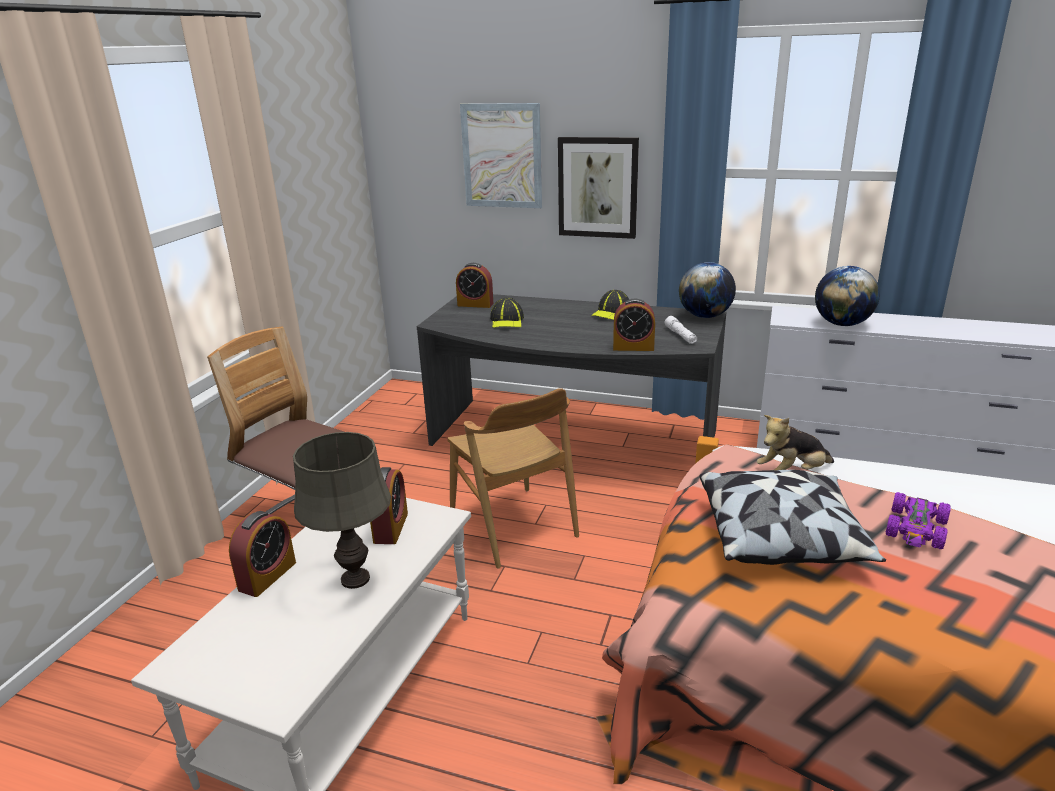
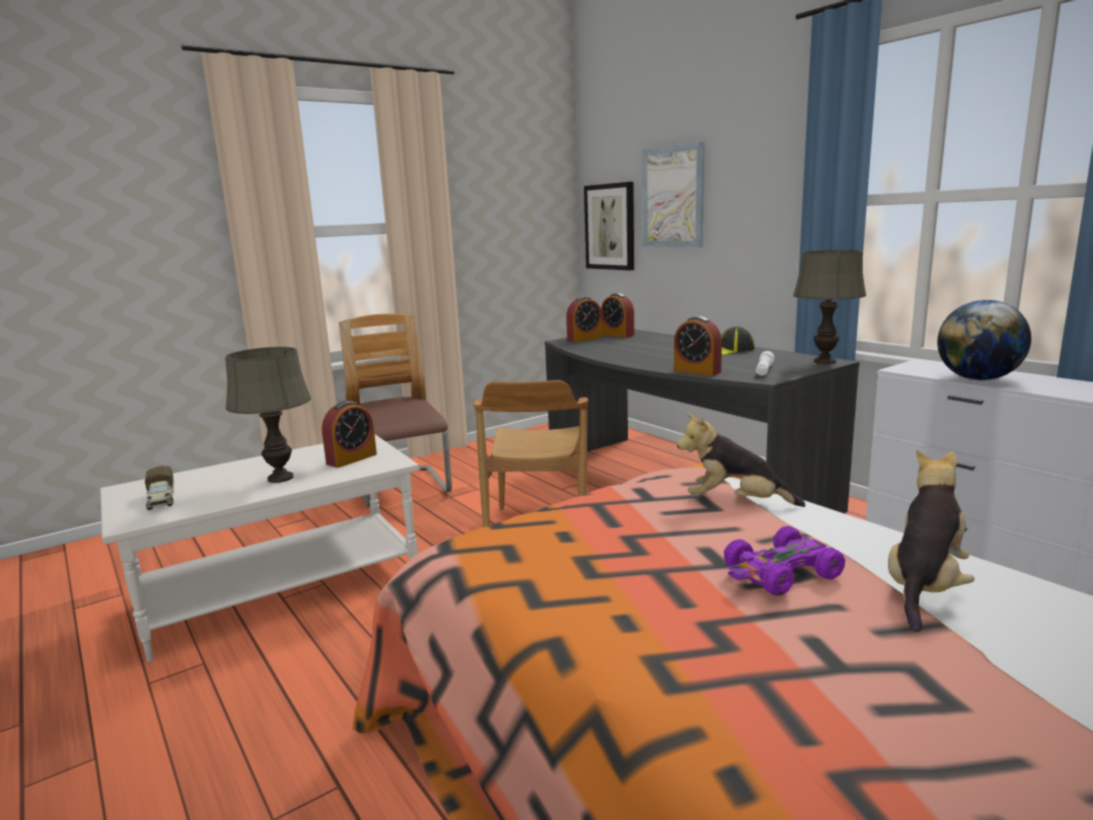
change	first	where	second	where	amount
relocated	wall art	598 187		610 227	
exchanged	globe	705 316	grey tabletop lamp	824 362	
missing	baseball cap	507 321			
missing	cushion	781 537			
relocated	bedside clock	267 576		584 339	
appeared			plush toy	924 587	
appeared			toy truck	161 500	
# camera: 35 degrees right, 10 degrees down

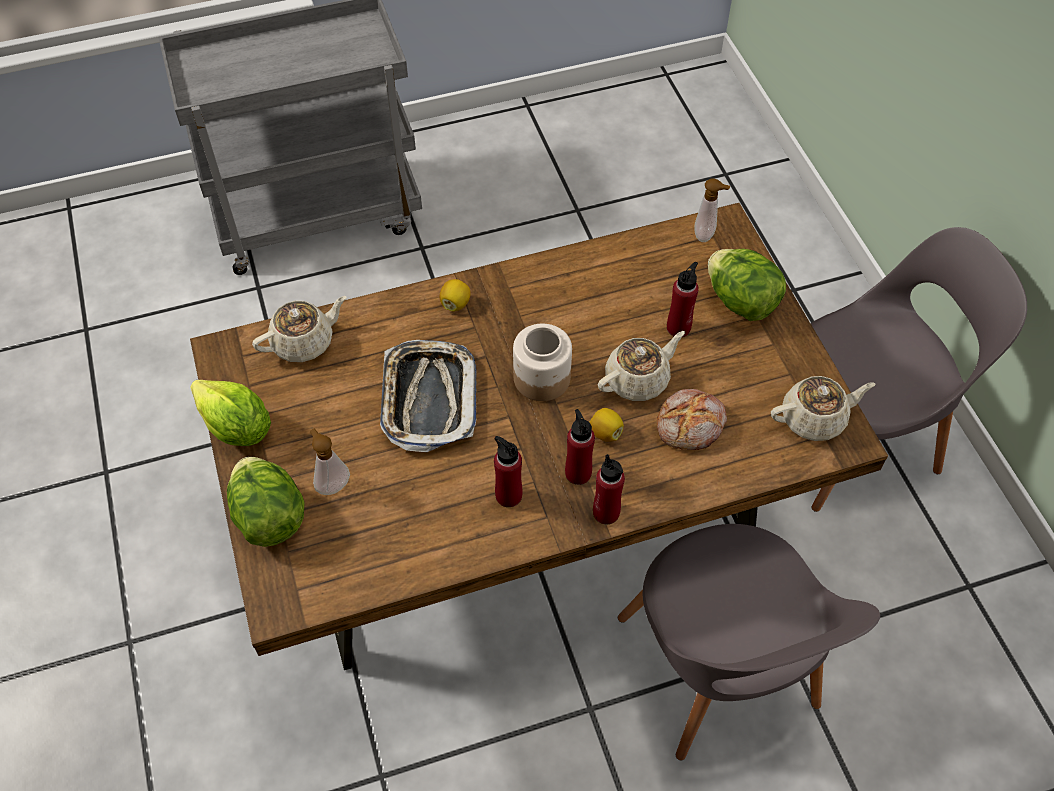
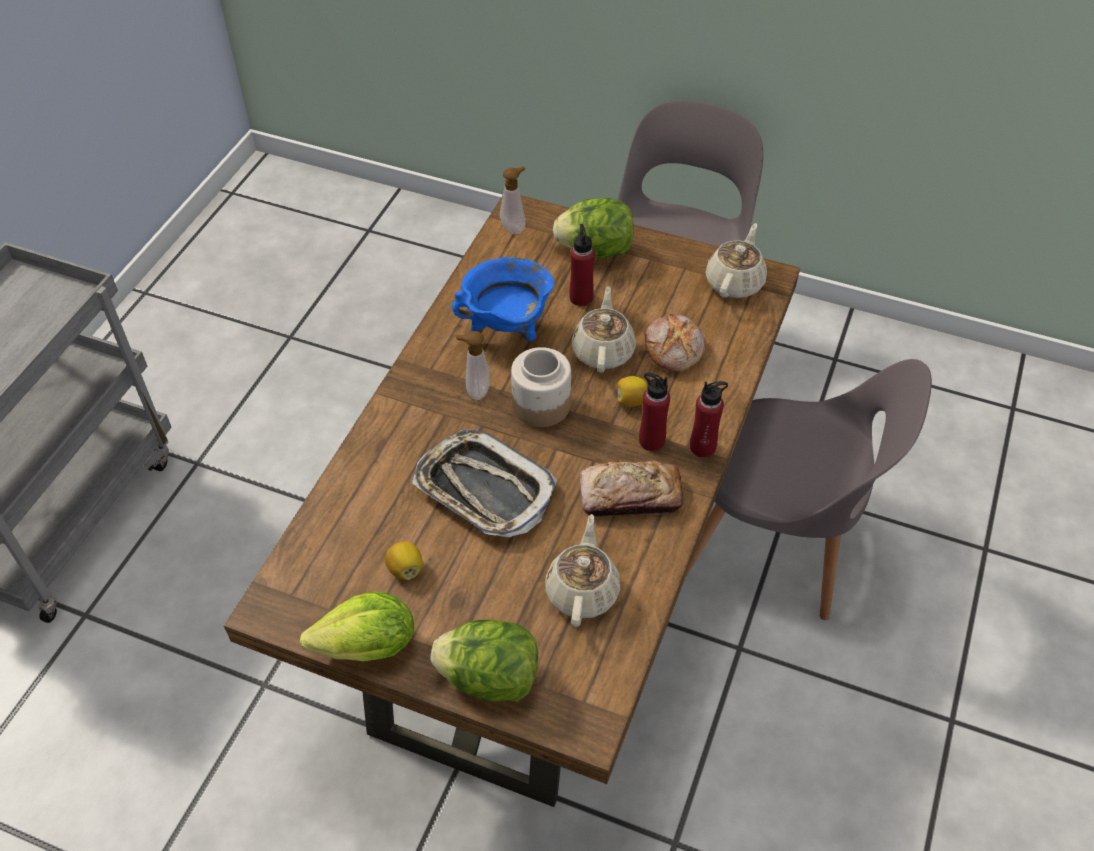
change	first	where	second	where	amount
relocated	citrus fruit	455 303		405 569	
relocated	sand-coloured pot for tea	304 342		582 590	
relocated	soap bottle	332 484		475 391	
exchanged	reddish drink bottle	508 495	bread	630 496	
appeared			blue-coloured stockpot	507 332	
# camera: 50 degrees left, 5 degrees down

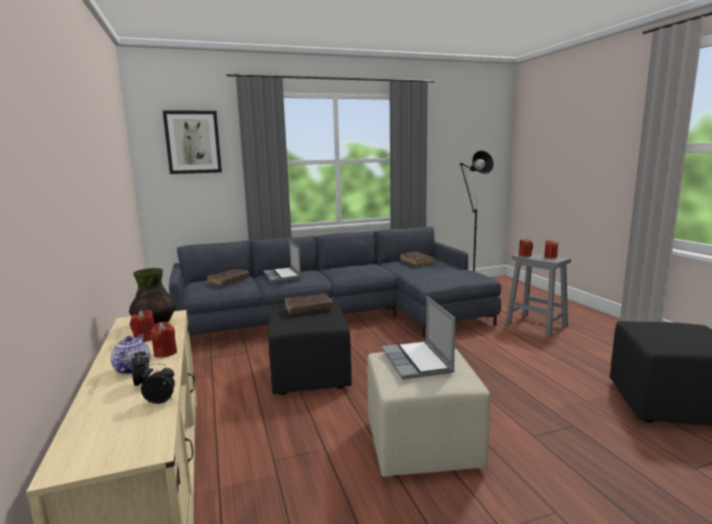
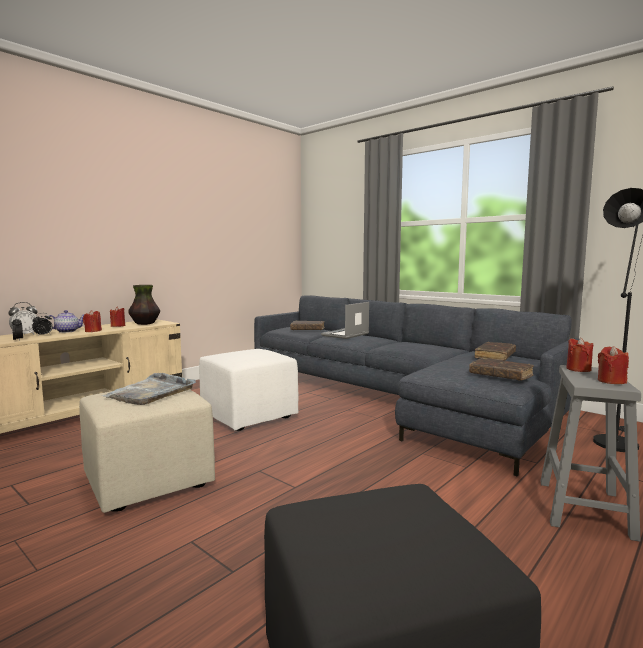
change	first	where	second	where	amount
missing	wall art	193 142			
relocated	brown book	308 309		500 375	
exchanged	laptop	417 361	grey tray	151 392	
colour	black footrest	309 376	white-coloured footrest	249 416	
appeared			bedside clock	25 335	
# camera: 60 degrees right, 5 degrees down

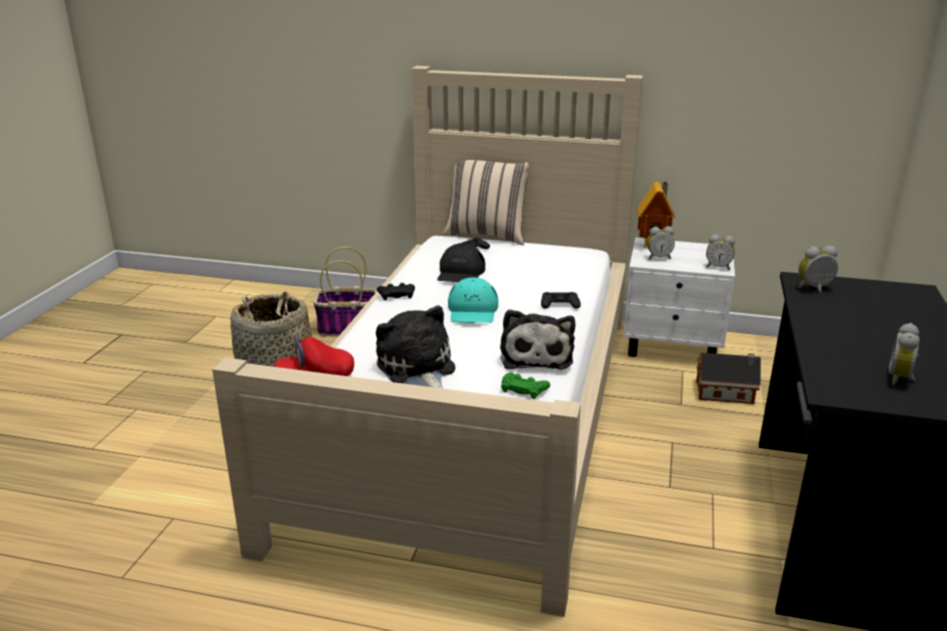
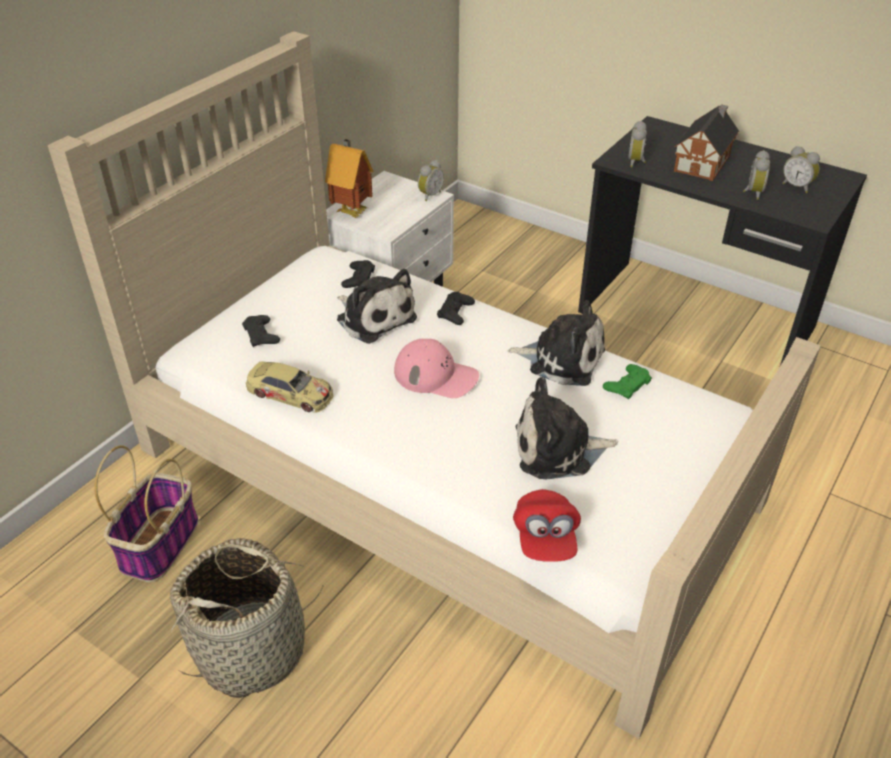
change	first	where	second	where	amount
missing	sand-coloured cushion	487 235			
relocated	bedside clock	658 258		752 193	
missing	black baseball cap	460 273			
colour	turquoise baseball cap	472 310	pink baseball cap	436 376	
relocated	black joypad	396 294		358 278	
relocated	model house	727 393		703 162	
appeared			plush toy	374 317	
appeared			model car	290 393	
# camera: 70 degrees left, 15 degrees up

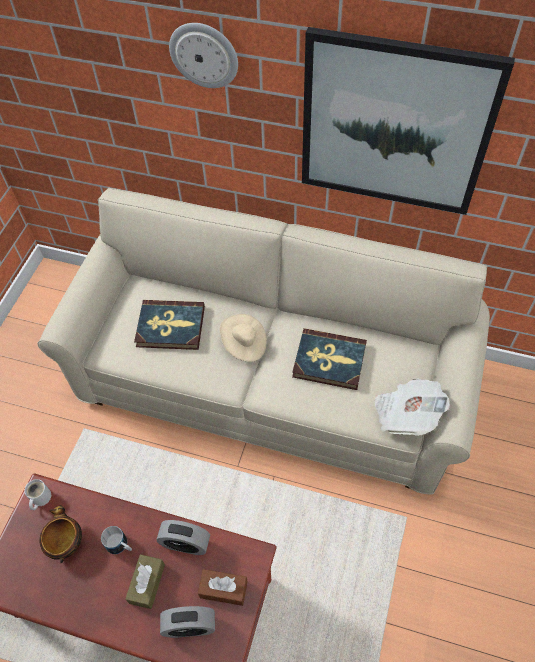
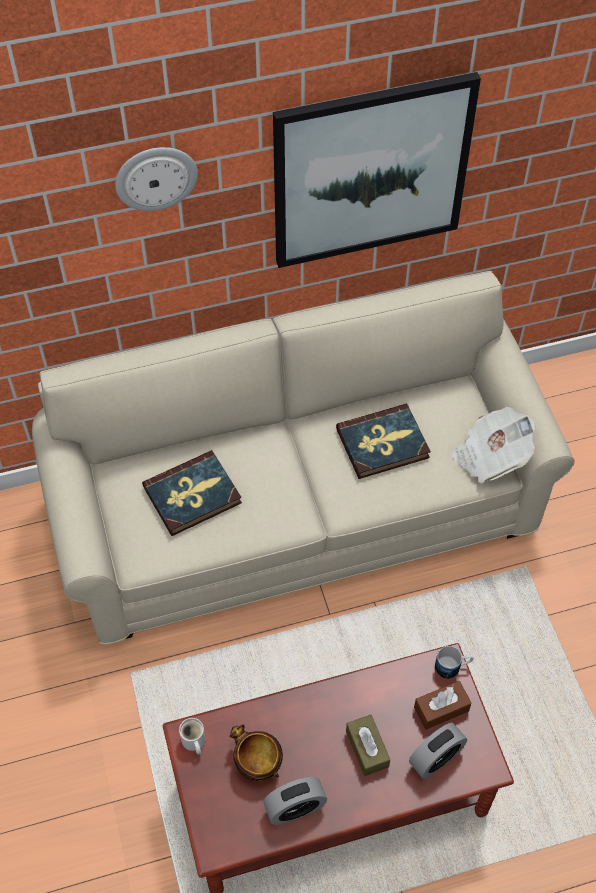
change	first	where	second	where	amount
missing	sand-coloured clothing hat	244 344			
relocated	bedside clock	185 543		295 808	
relocated	coffee mug	121 546		452 667	
# camera: 35 degrees left, 0 degrees up

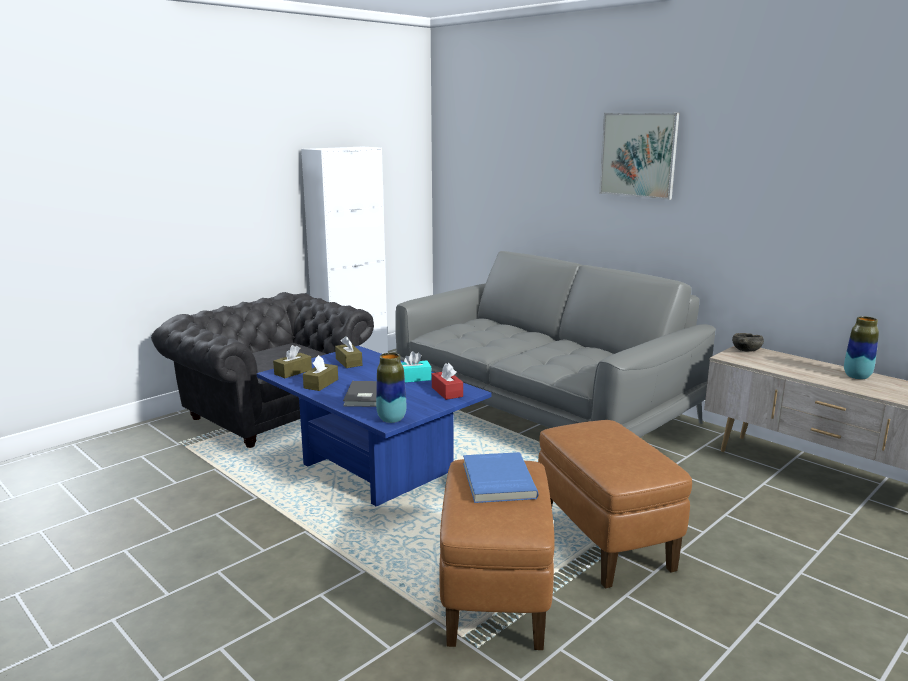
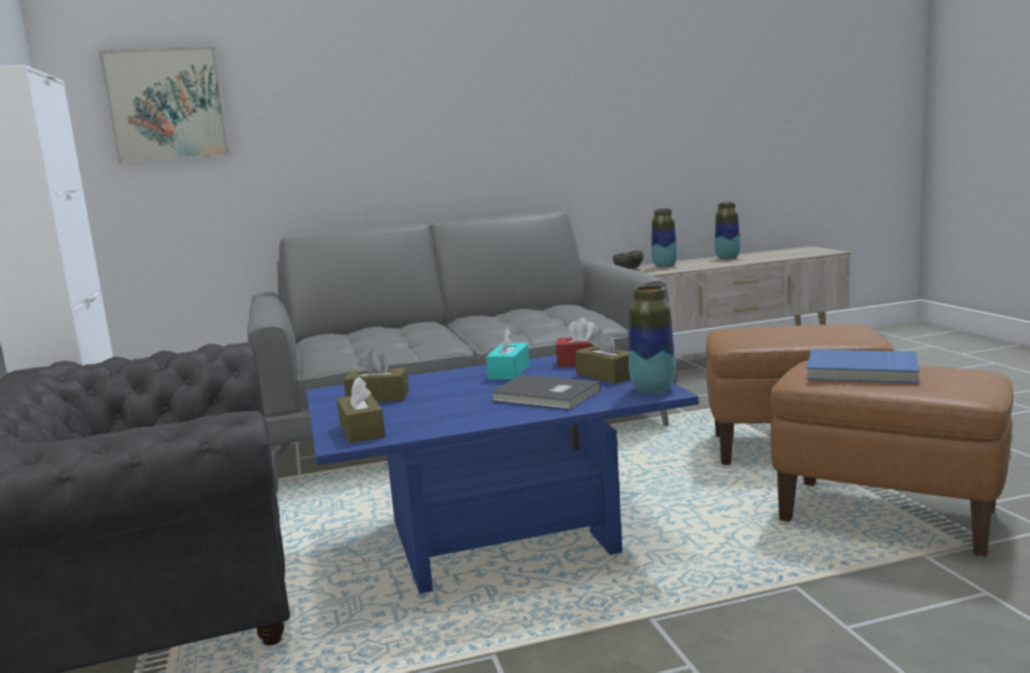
change	first	where	second	where	amount
relocated	wall art	638 155		166 105	
relocated	brown tissue box	321 384		605 375	
appeared			vase	664 266	
# camera: 60 degrees left, 5 degrees down

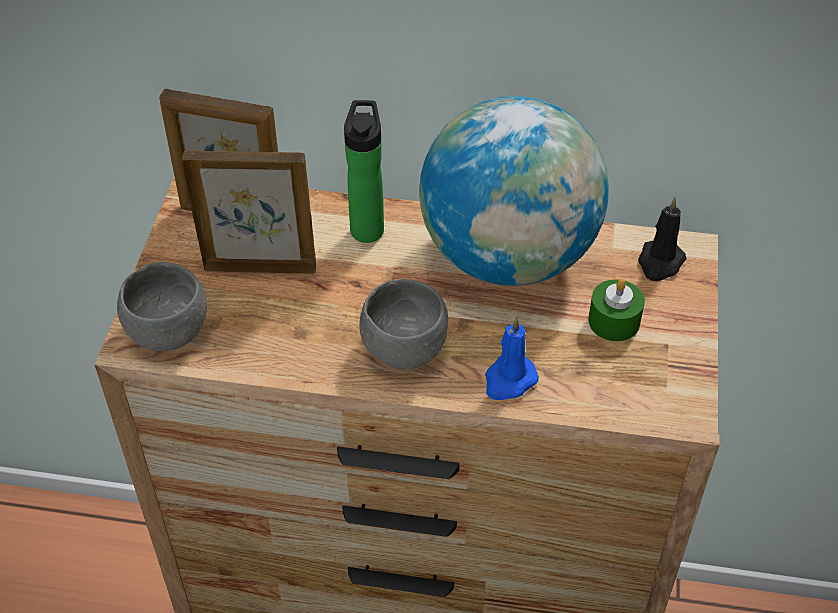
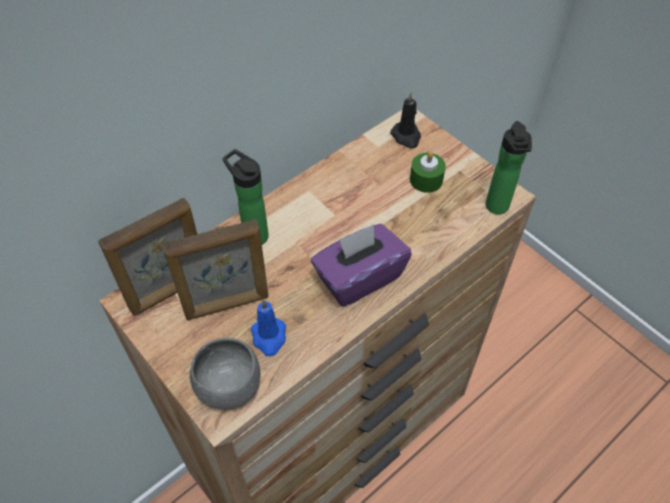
change	first	where	second	where	amount
missing	globe	508 256			
spun	standing frame	260 266		227 305	150 degrees counterclockwise
exchanged	grey deep dish	404 348	purple-coloured tissue box	359 277	
relocated	blue-coloured candle	509 380		269 337	
appeared			drink bottle	497 208	
# camera: 50 degrees left, 5 degrees up

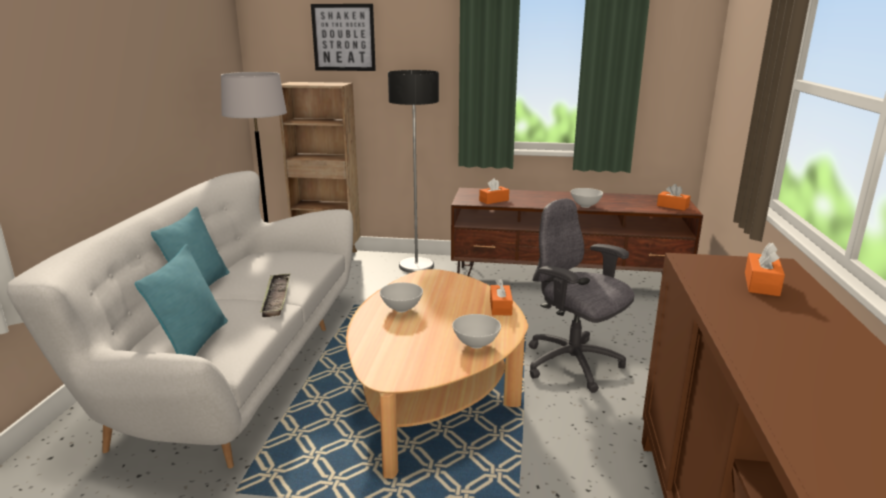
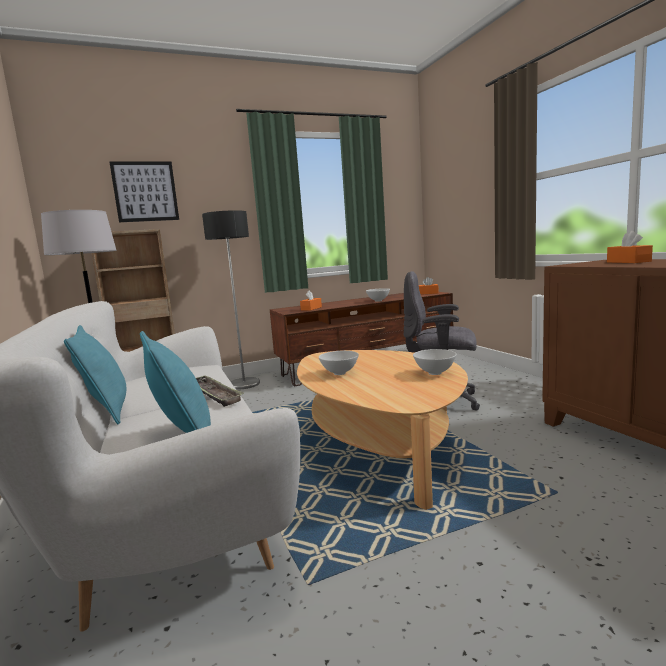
change	first	where	second	where	amount
missing	orange tissue box	500 307			
# camera: 30 degrees left, 10 degrees down

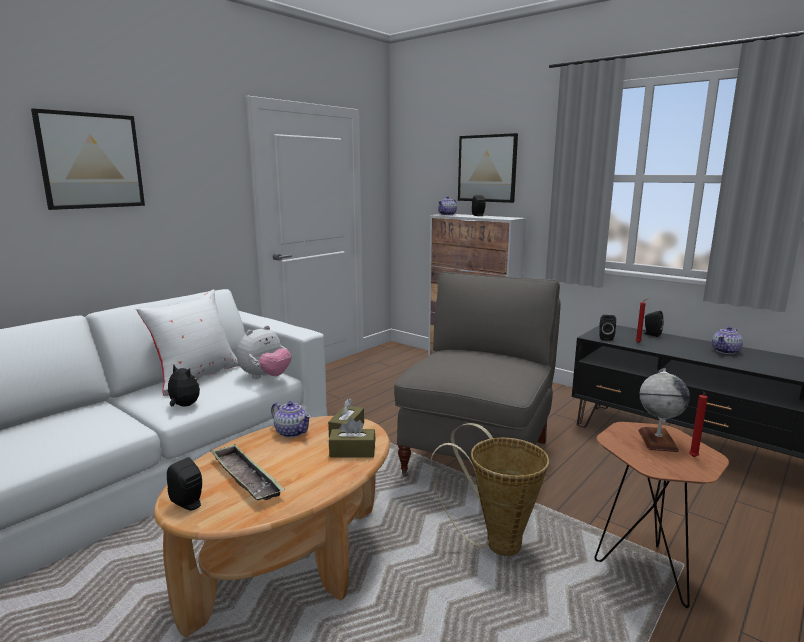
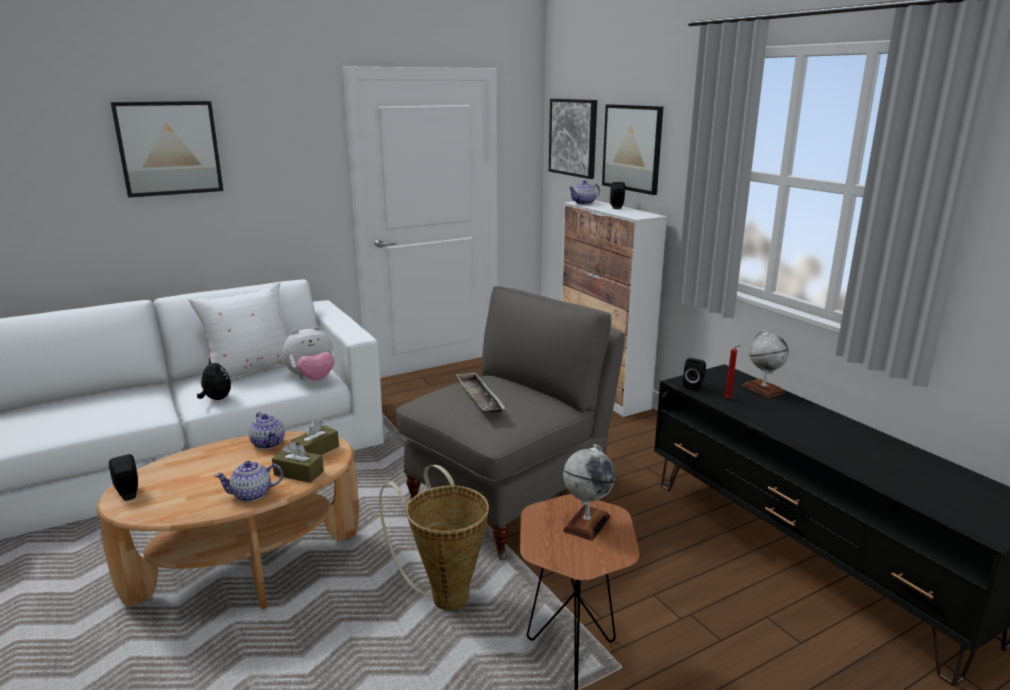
change	first	where	second	where	amount
exchanged	black audio speaker	651 334	globe	763 389	
relocated	pot for tea	726 351		252 494	
missing	reddish candle	693 457			
relocated	tray	245 478		479 398	
appeared			wall art	573 137	
# camera: 20 degrees right, 5 degrees up

